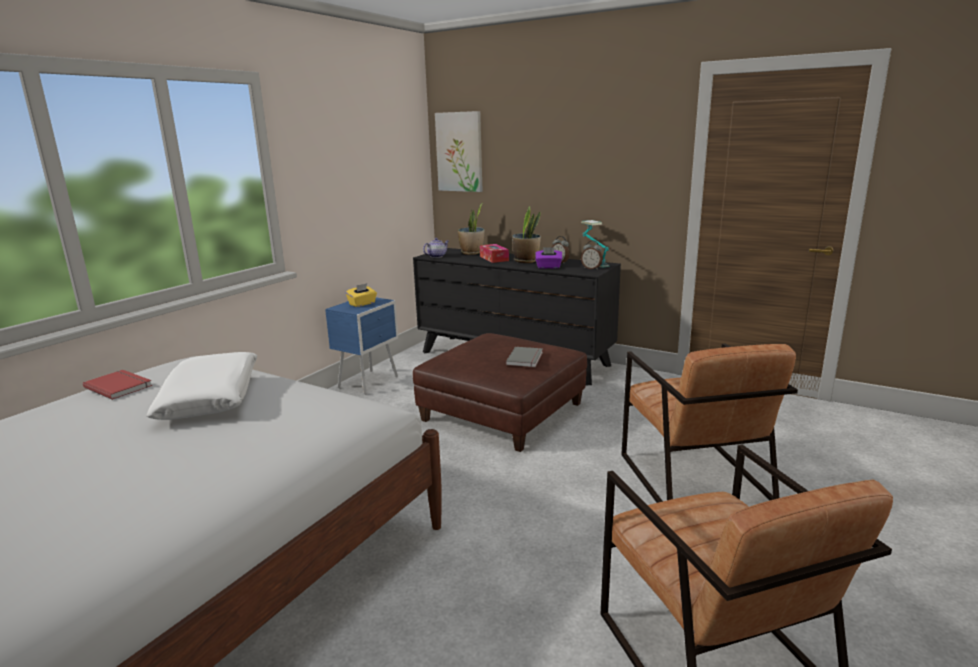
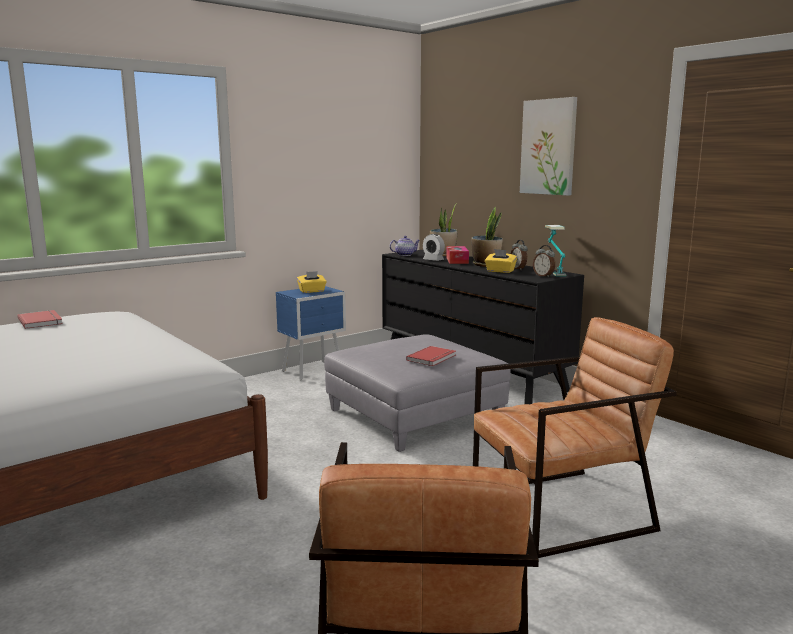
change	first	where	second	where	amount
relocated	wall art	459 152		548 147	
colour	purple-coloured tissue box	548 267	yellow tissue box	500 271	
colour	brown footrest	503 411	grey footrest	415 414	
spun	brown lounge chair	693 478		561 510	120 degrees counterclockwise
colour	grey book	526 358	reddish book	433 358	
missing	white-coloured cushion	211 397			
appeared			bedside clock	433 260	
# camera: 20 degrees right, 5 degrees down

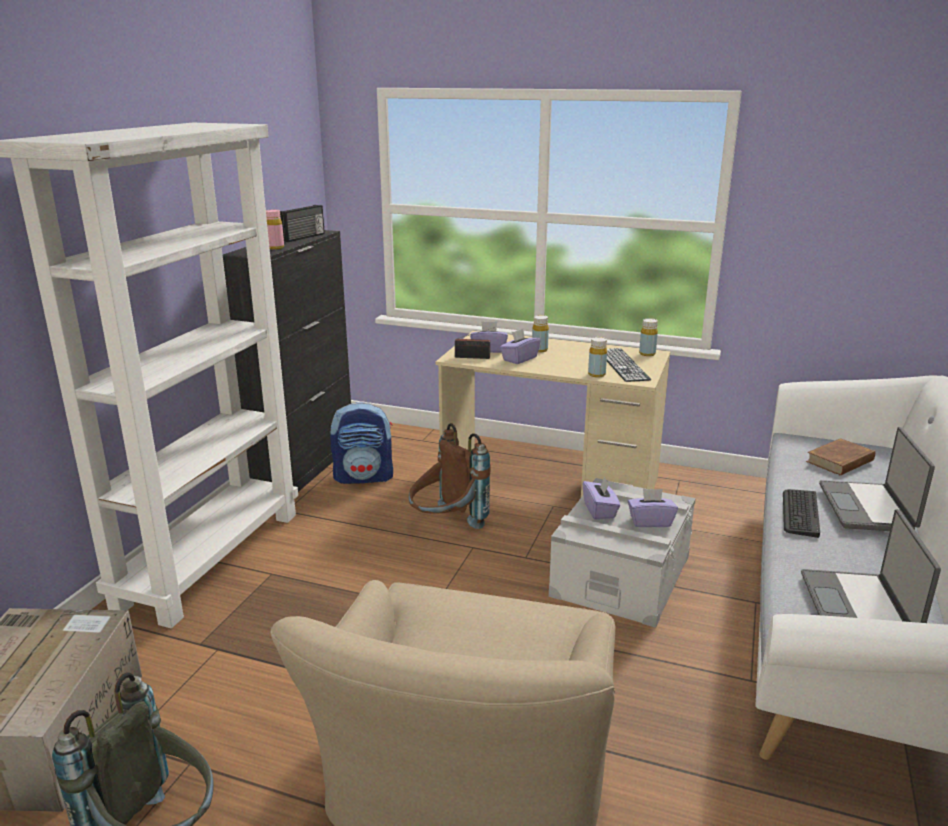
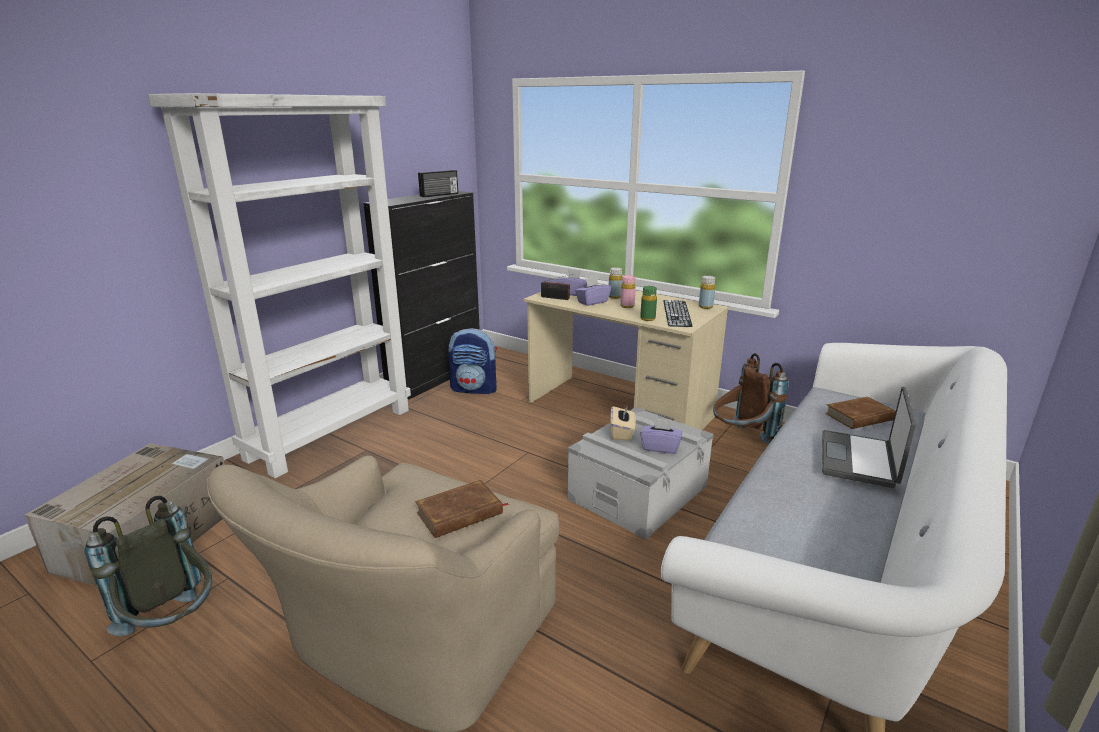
change	first	where	second	where	amount
relocated	pink drink bottle	275 247		627 306	
colour	yellow drink bottle	596 374	green drink bottle	647 319	
relocated	brown rucksack	447 526		741 439	
colour	purple-coloured tissue box	600 510	sand-coloured tissue box	622 433	
missing	computer keyboard	800 513			
missing	laptop	859 608			
appeared			brown book	460 513	
# camera: 15 degrees right, 0 degrees up

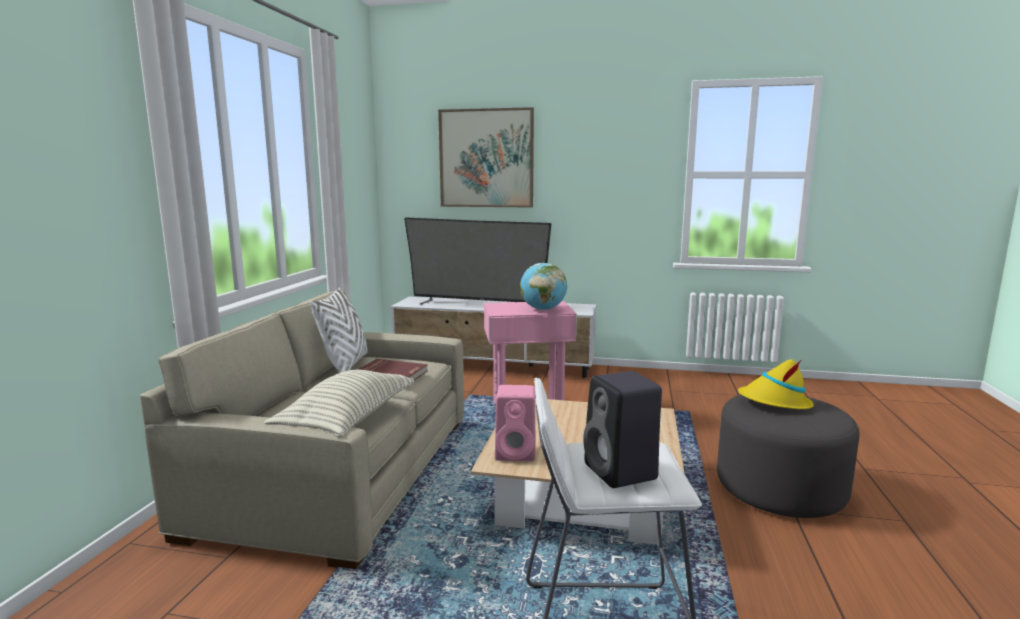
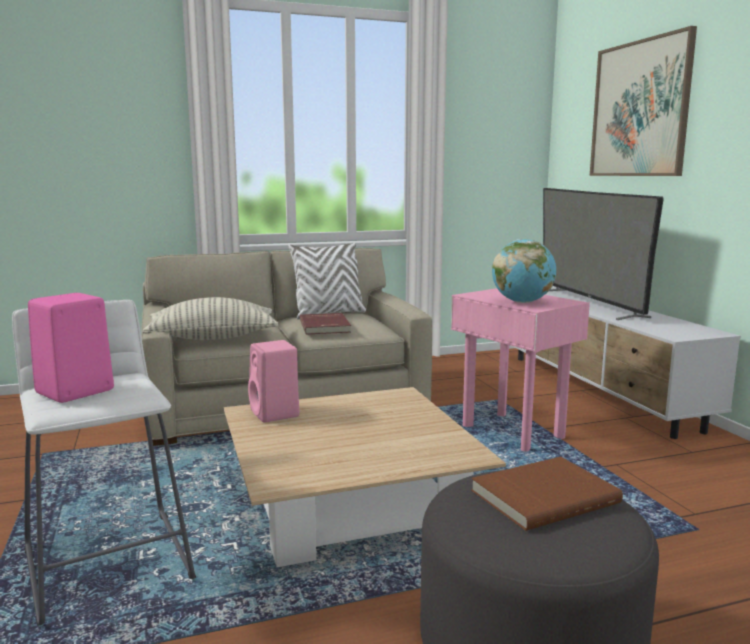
change	first	where	second	where	amount
exchanged	yellow clothing hat	774 403	brown book	543 496	
colour	black audio speaker	622 473	pink audio speaker	73 392	
# camera: 60 degrees right, 0 degrees up

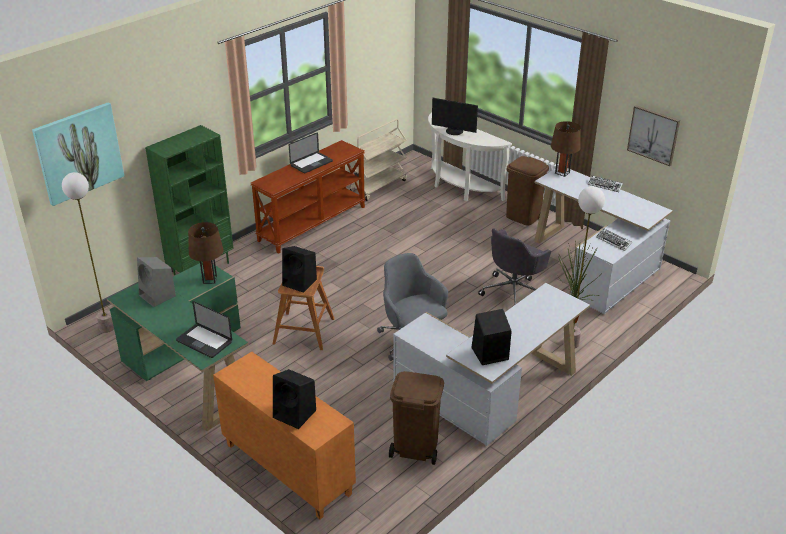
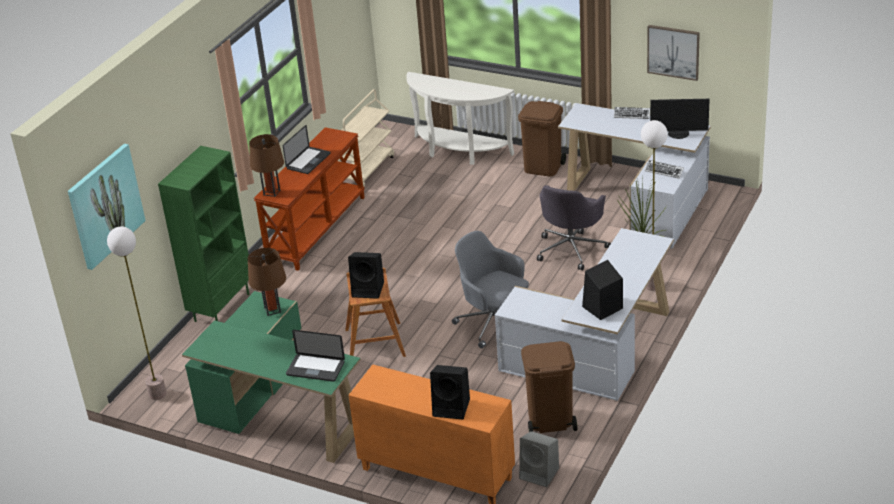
change	first	where	second	where	amount
relocated	computer display	454 131		678 134	
relocated	brown tabletop lamp	562 173		271 192	
relocated	grey audio speaker	158 296		540 473	
# camera: 15 degrees left, 0 degrees up

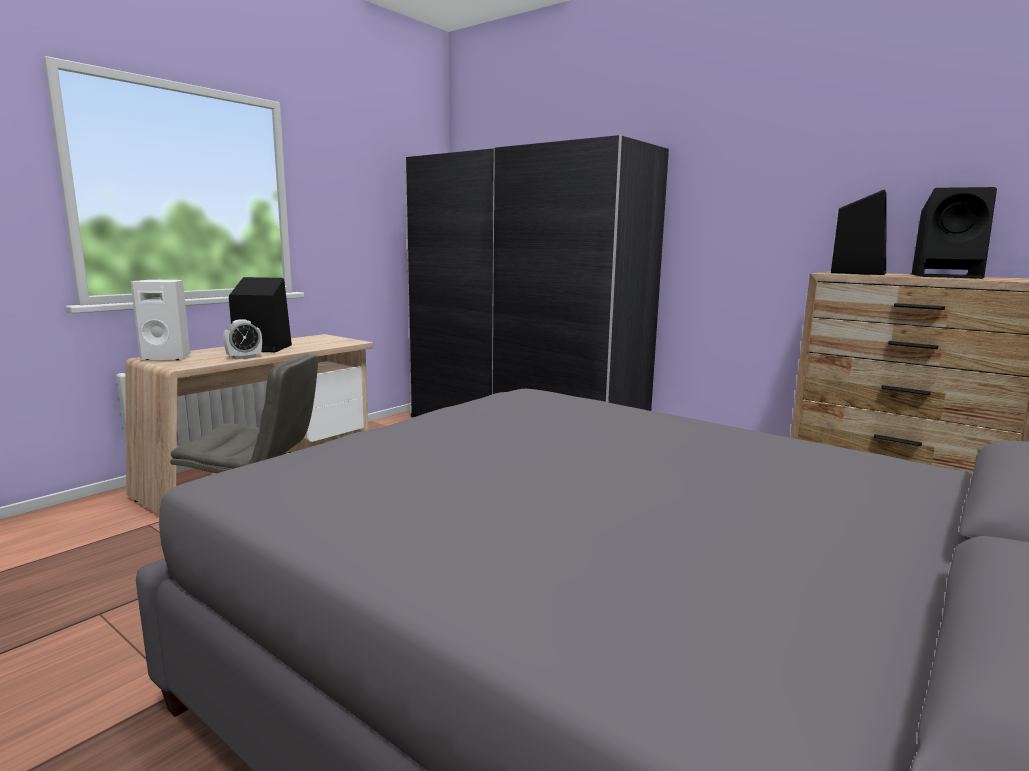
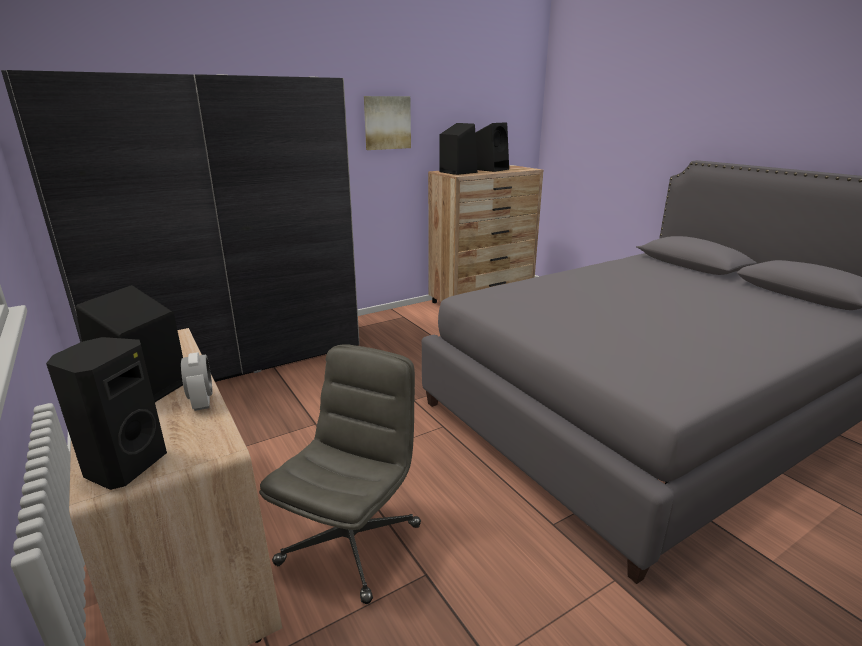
change	first	where	second	where	amount
colour	white-coloured audio speaker	167 357	black audio speaker	124 465	
appeared			wall art	387 123	
# camera: 70 degrees left, 10 degrees up

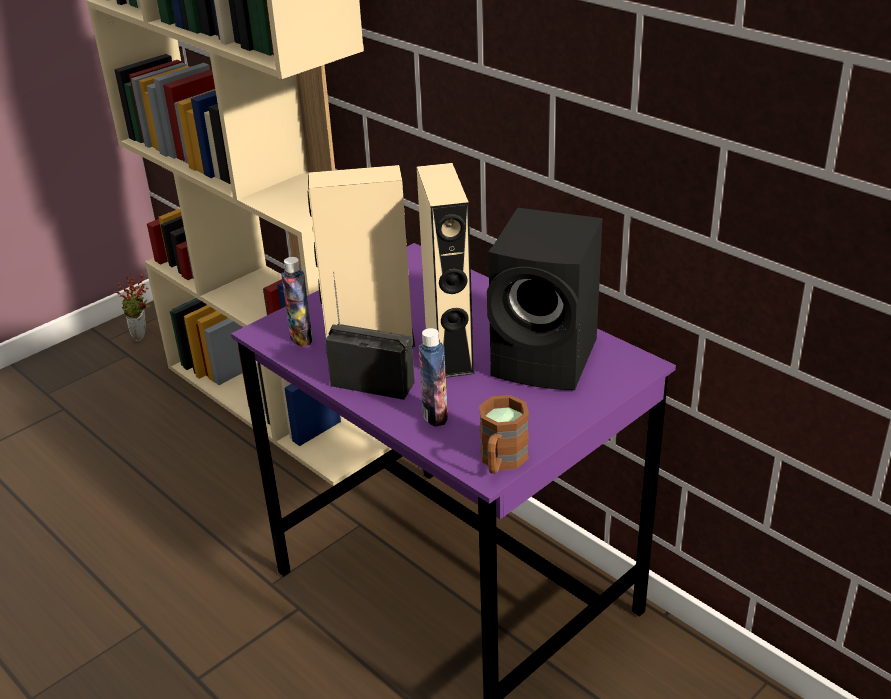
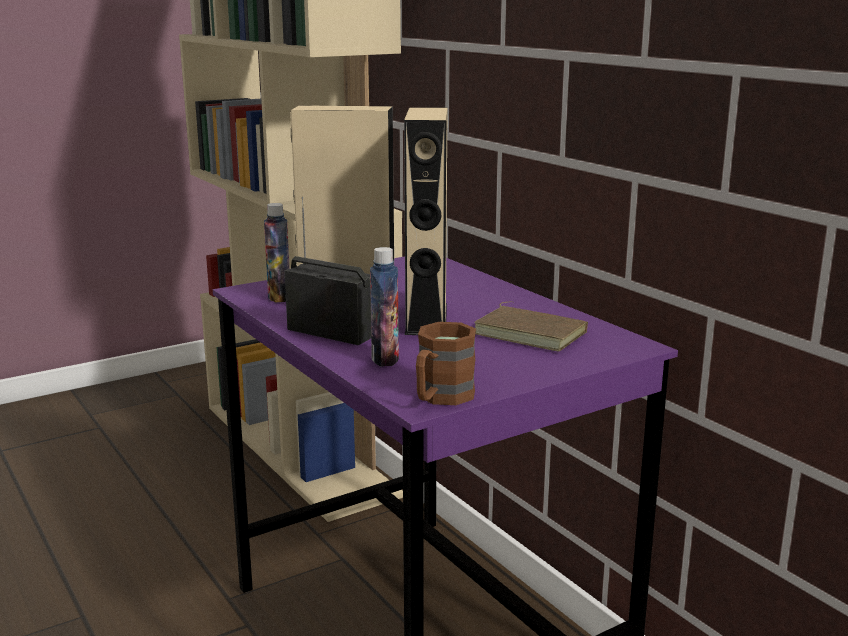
change	first	where	second	where	amount
exchanged	black audio speaker	548 359	brown book	532 333	
missing	plant in a pot	142 336			
# camera: 10 degrees right, 15 degrees down

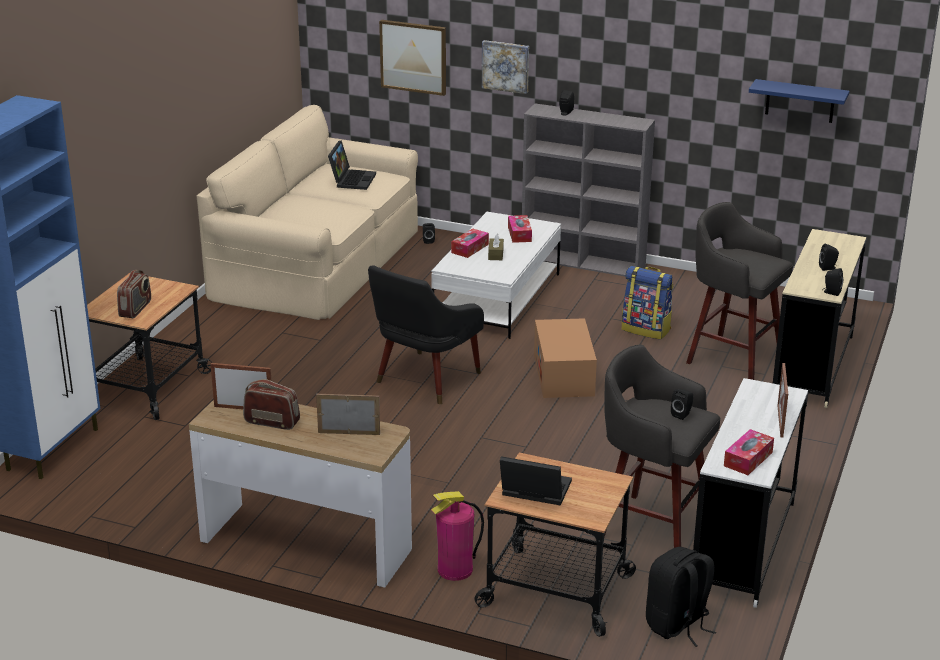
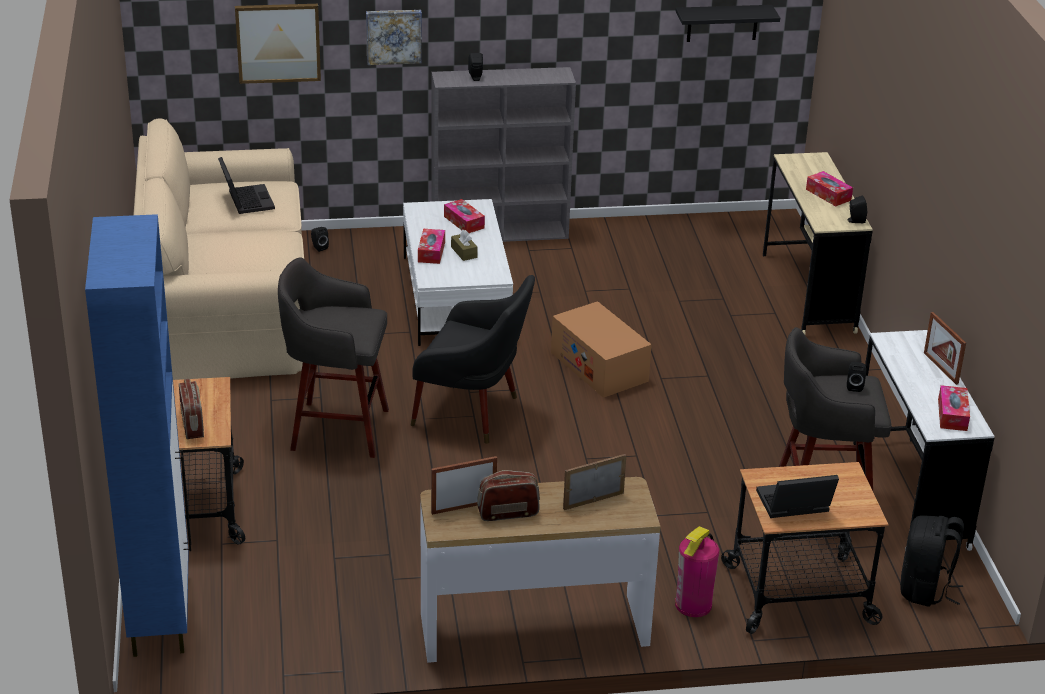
change	first	where	second	where	amount
colour	blue-coloured bracket shelf	800 101	black bracket shelf	722 23	
relocated	grey sitting stool	731 358		336 429	
exchanged	black audio speaker	828 268	tissue box	828 194	
spun	black lounge chair	424 380		472 413	75 degrees counterclockwise
missing	rucksack	646 329			
# camera: 30 degrees left, 5 degrees up

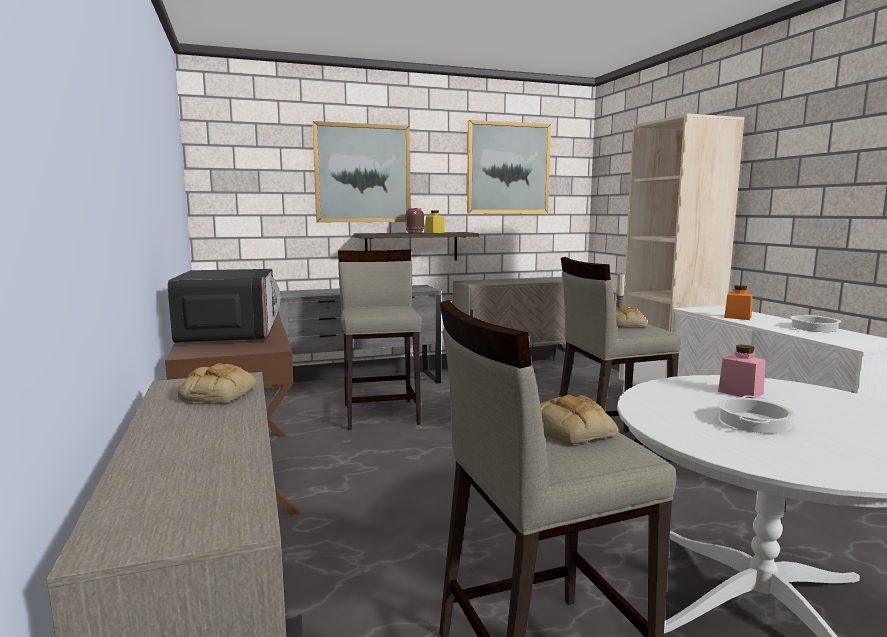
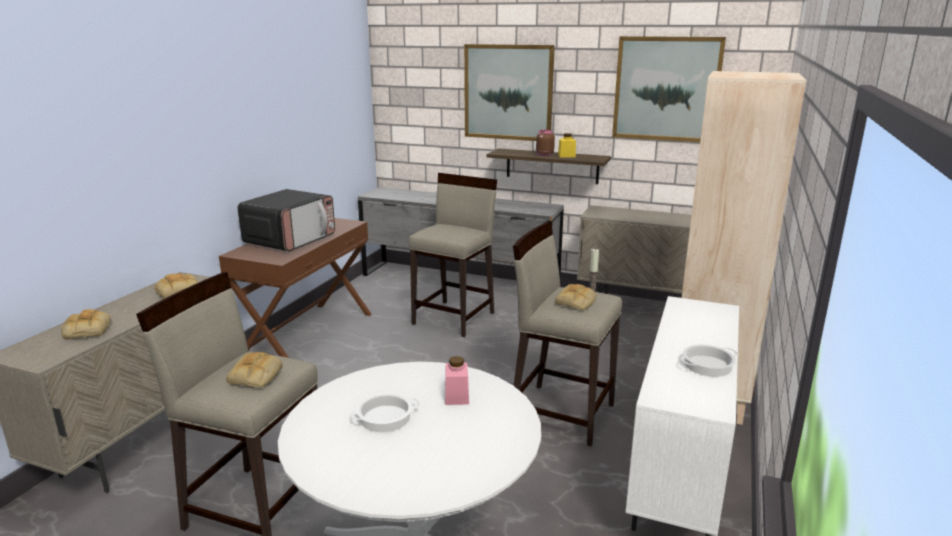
change	first	where	second	where	amount
missing	orange jar	737 317			
appeared			bread	87 330	
# camera: 40 degrees right, 10 degrees up

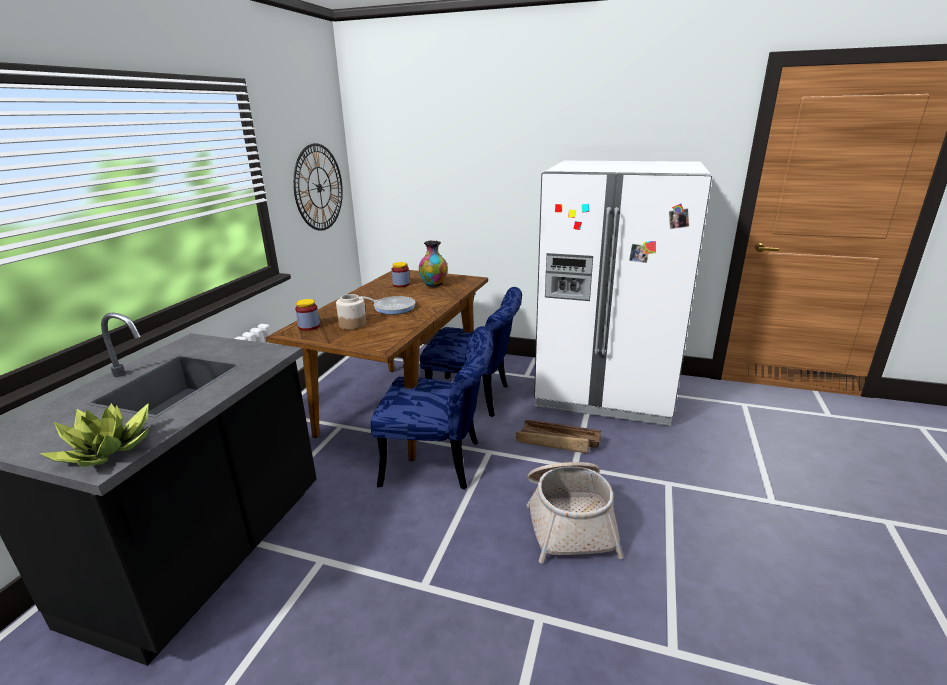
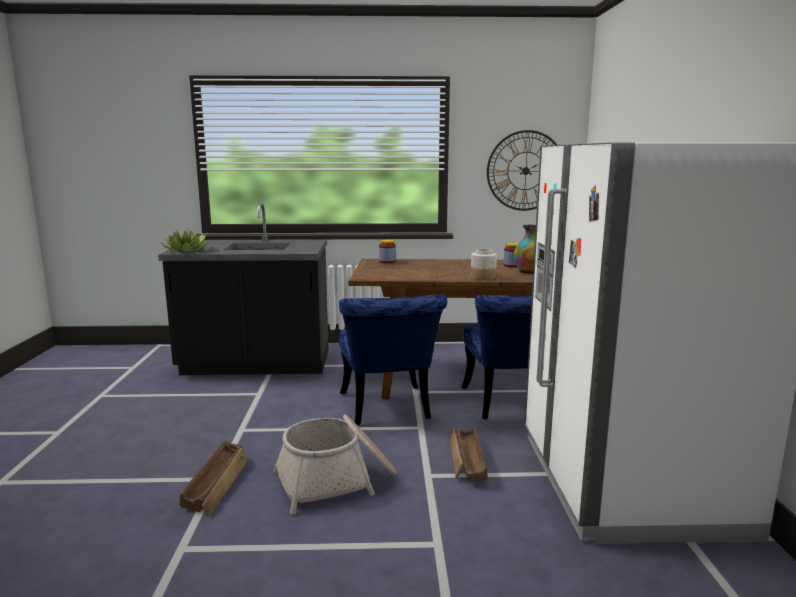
change	first	where	second	where	amount
relocated	jar	353 324		483 277	
missing	pan	392 307			
appeared			packing crate	217 483	
# camera: 70 degrees right, 10 degrees down

